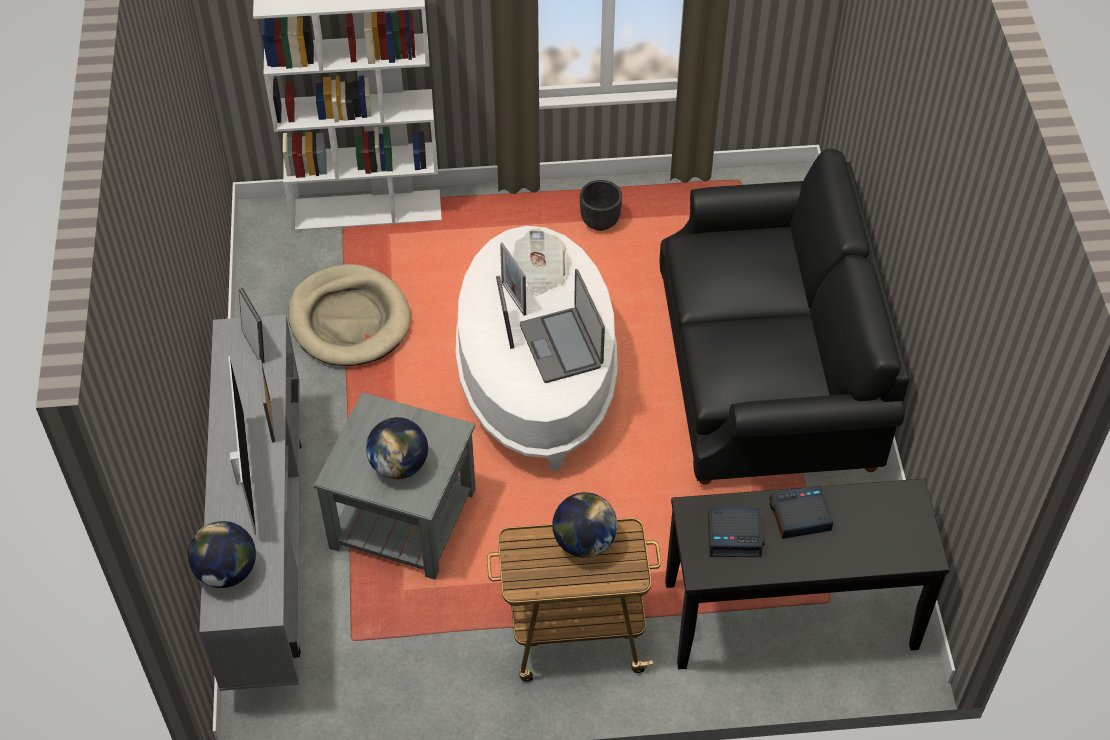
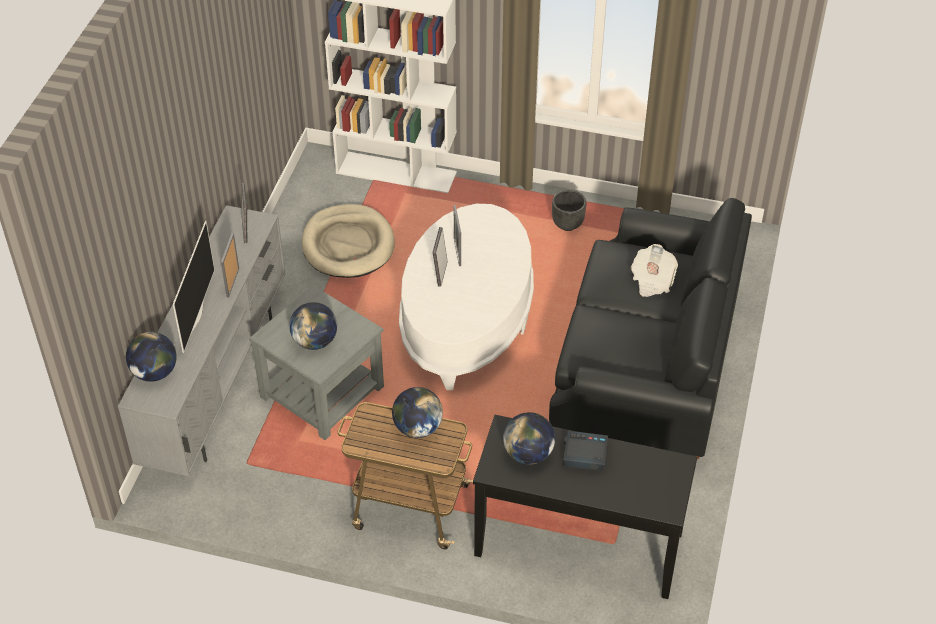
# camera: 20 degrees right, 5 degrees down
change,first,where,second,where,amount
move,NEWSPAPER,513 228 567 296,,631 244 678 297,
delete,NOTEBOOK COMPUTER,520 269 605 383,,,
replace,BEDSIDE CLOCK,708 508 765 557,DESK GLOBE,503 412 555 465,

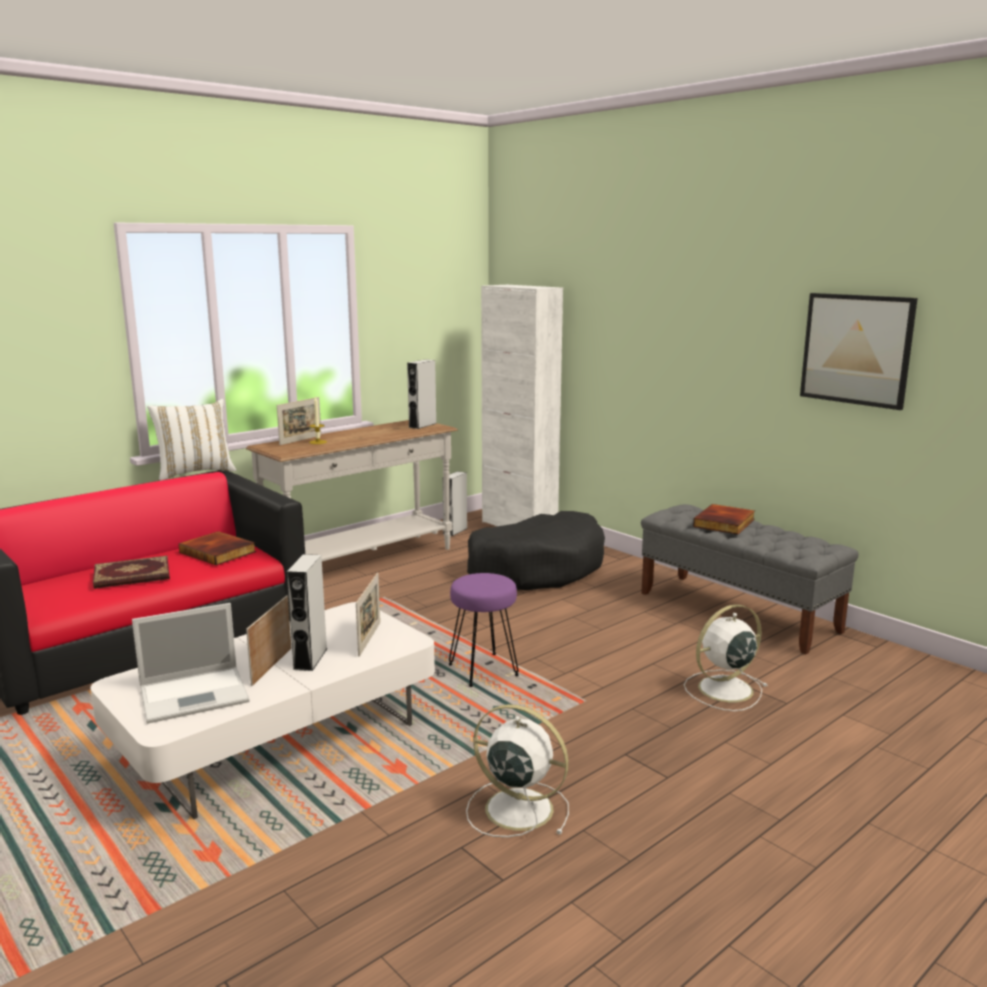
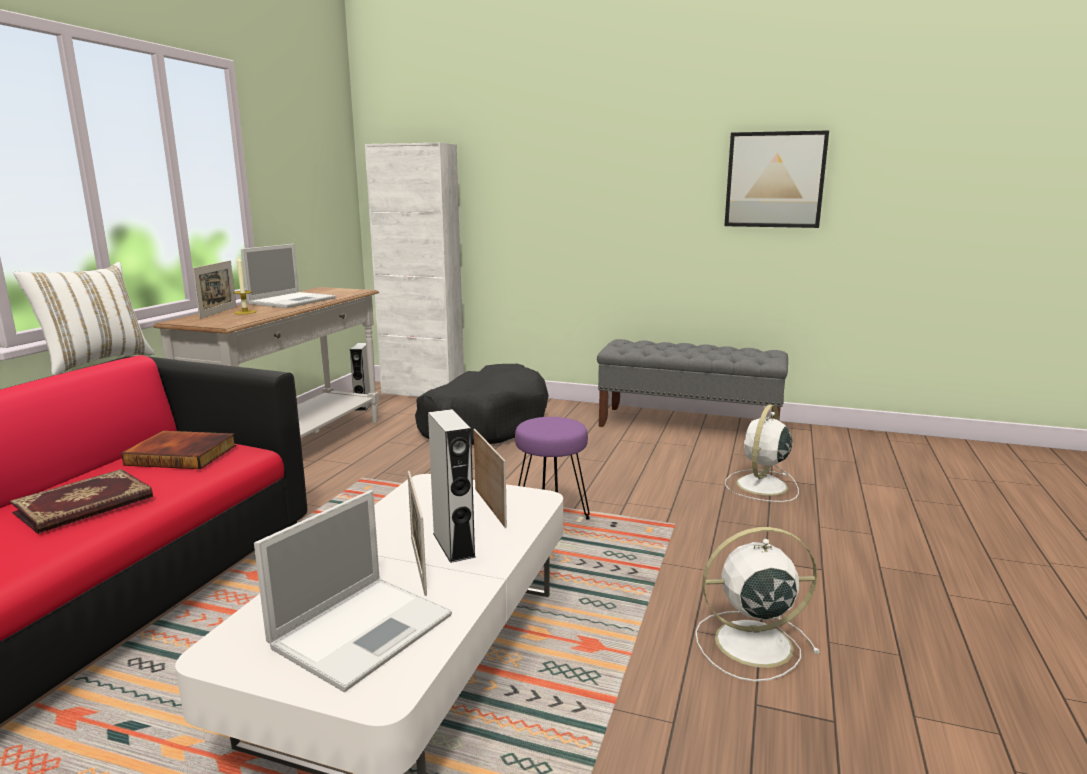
# camera: 30 degrees left, 0 degrees up
change,first,where,second,where,amount
delete,GREYISH LOUDSPEAKER,407 359 437 429,,,
delete,VOLUME,693 504 755 534,,,
insert,,,NOTEBOOK COMPUTER,241 244 336 308,

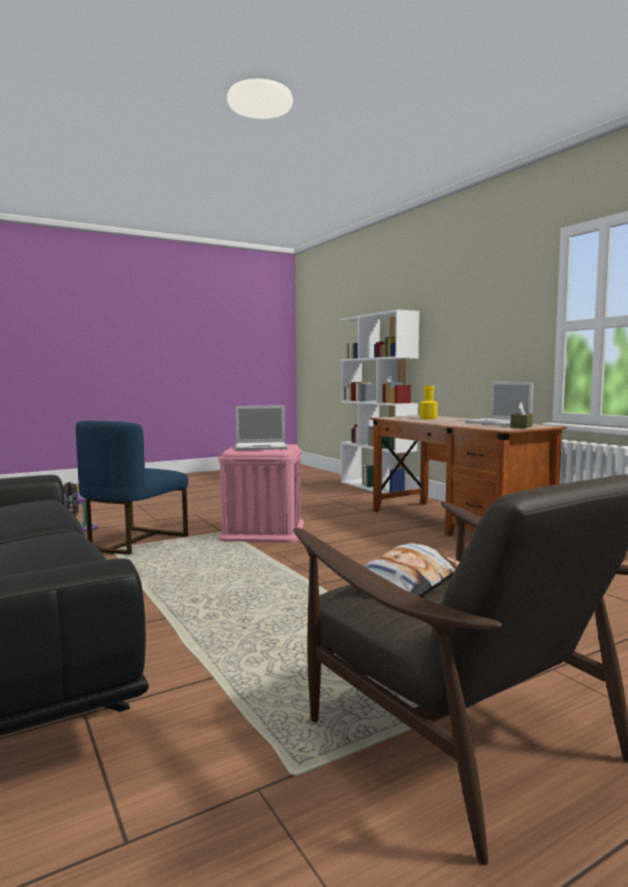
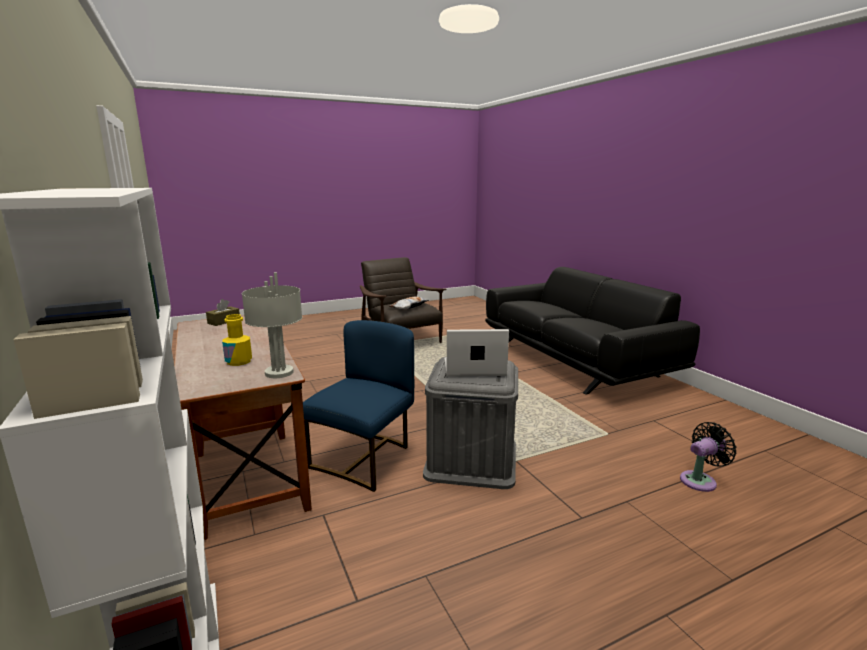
# camera: 175 degrees left, 10 degrees up
change,first,where,second,where,amount
delete,NOTEBOOK COMPUTER,464 382 533 426,,,
move,BLUE CHAIR,76 421 188 555,,303 320 414 492,
recolor,PINK-COLOURED STORAGE CONTAINER,218 444 304 543,GREYISH STORAGE CONTAINER,423 357 518 489,
insert,,,GREYISH LAMP FOR A TABLE,242 272 302 378,

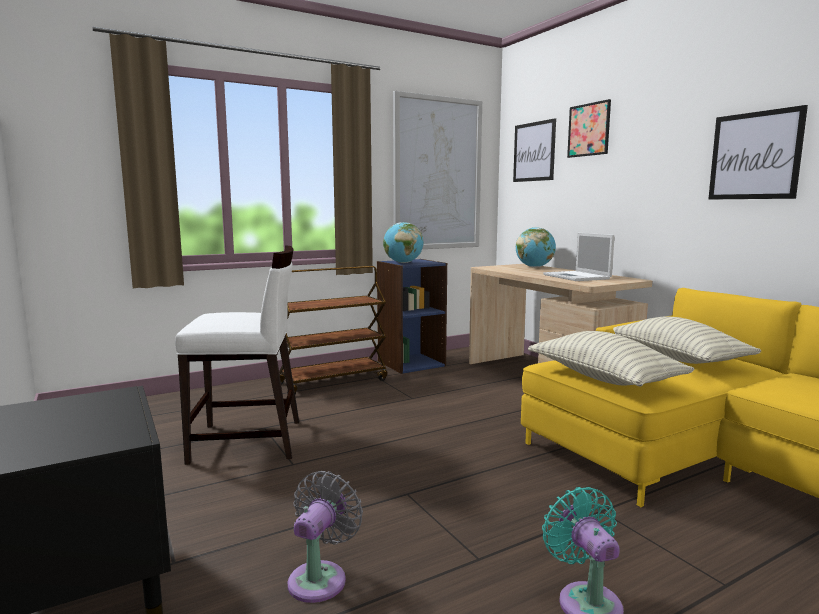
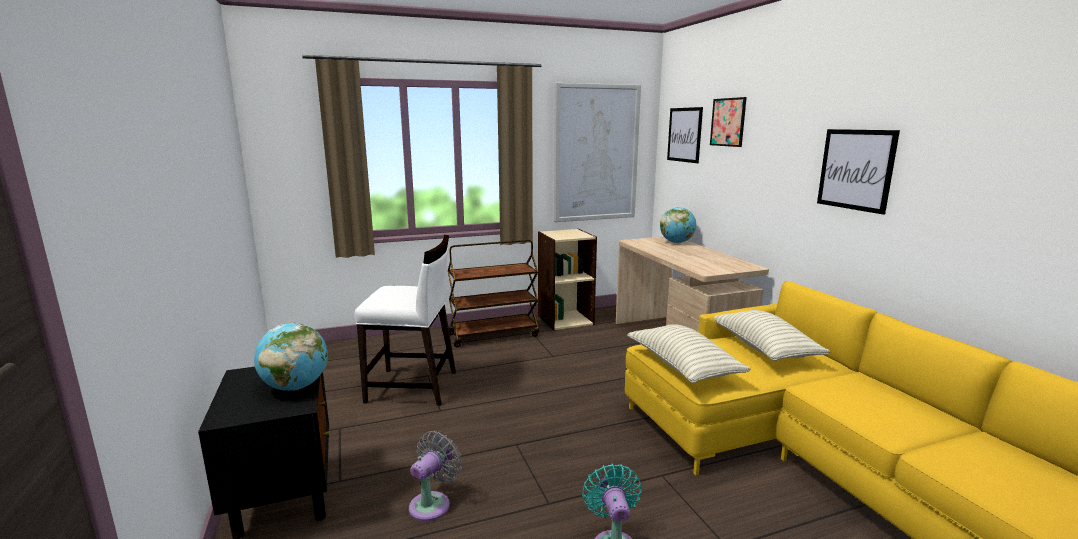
# camera: 10 degrees right, 5 degrees up
change,first,where,second,where,amount
move,DESK GLOBE,383 222 424 263,,254 323 328 391,
delete,NOTEBOOK COMPUTER,543 233 615 281,,,
recolor,BLUE BOOKCASE,377 259 447 374,SAND-COLOURED BOOKCASE,538 229 597 330,

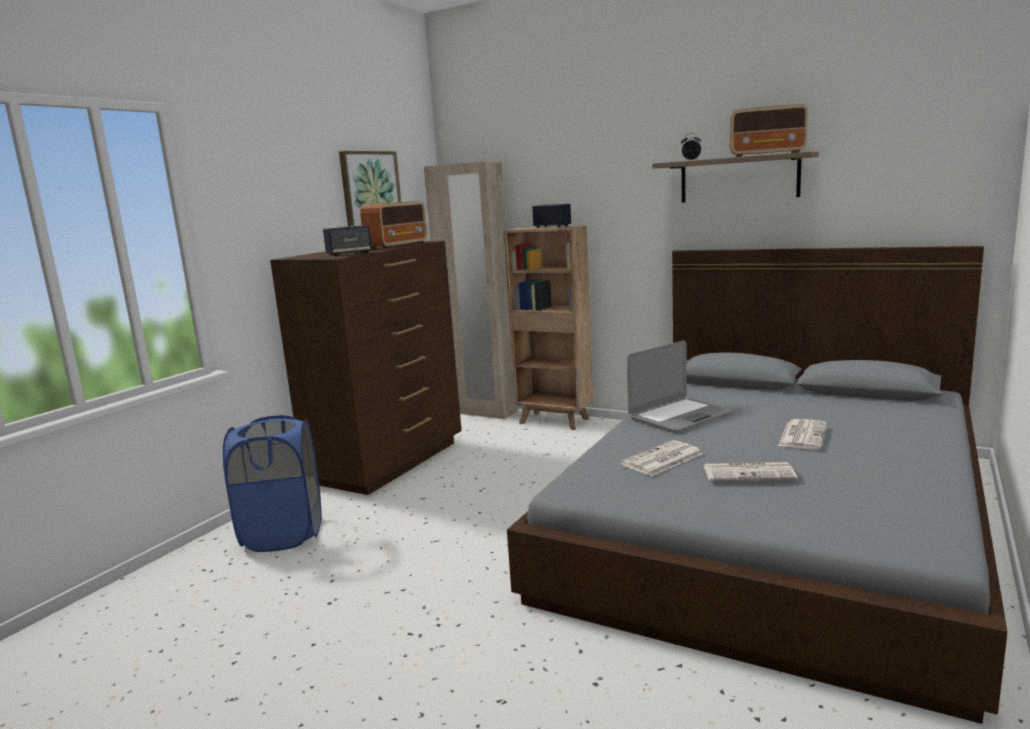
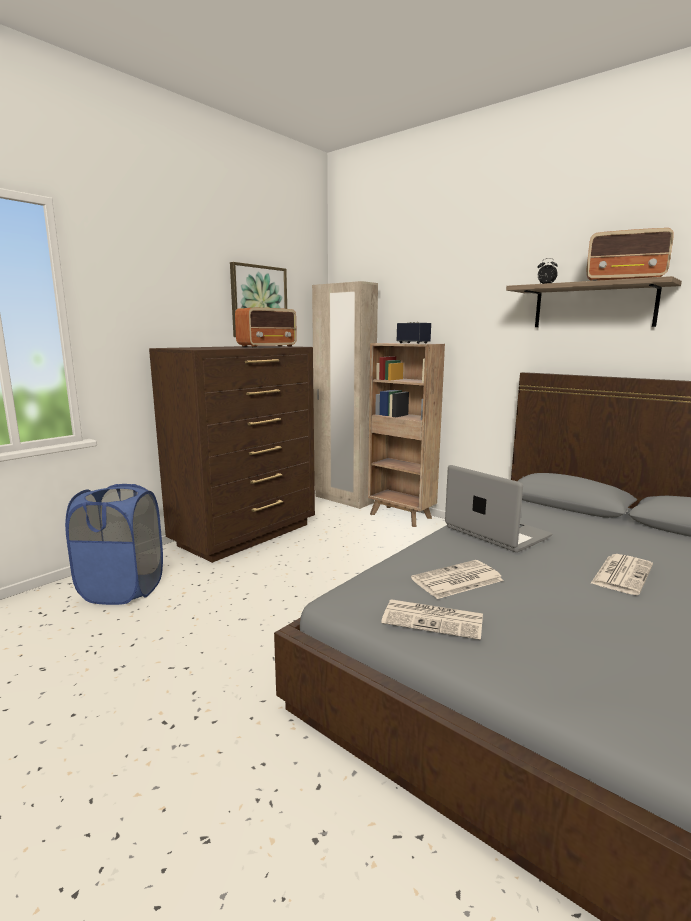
# camera: 10 degrees right, 0 degrees up
change,first,where,second,where,amount
delete,LOUDSPEAKER,323 225 372 256,,,
rotate,NOTEBOOK COMPUTER,627 341 733 432,,445 465 552 552,105 degrees counterclockwise
move,NEWSPAPER,704 462 797 481,,381 599 483 640,

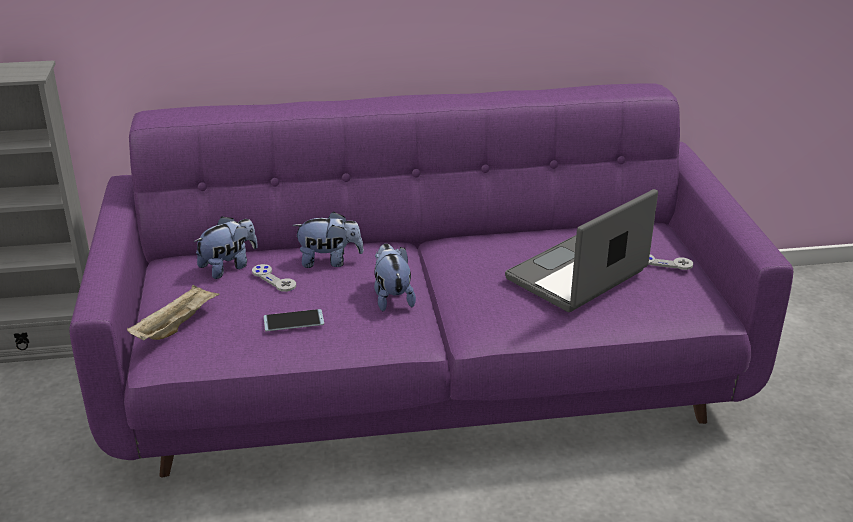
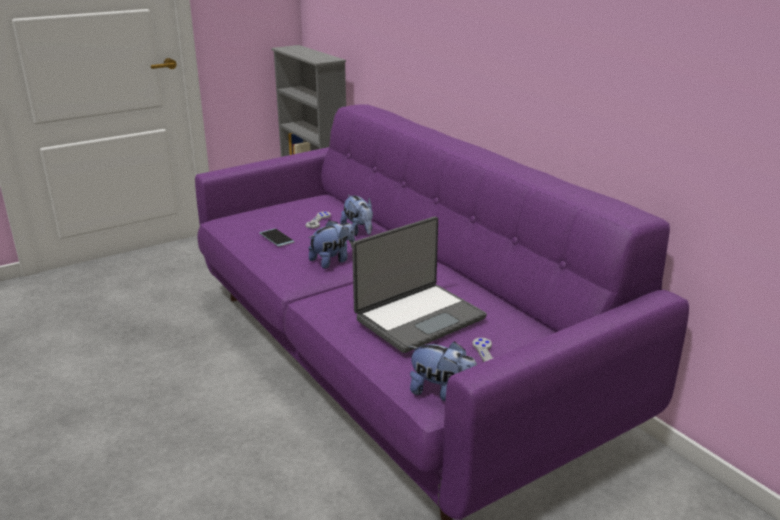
# camera: 65 degrees right, 5 degrees down
change,first,where,second,where,amount
rotate,NOTEBOOK COMPUTER,505 189 658 312,,352 216 487 353,120 degrees clockwise
move,SOFT TOY,194 216 258 279,,408 341 477 401,
delete,SAND-COLOURED SERVING TRAY,127 285 219 340,,,

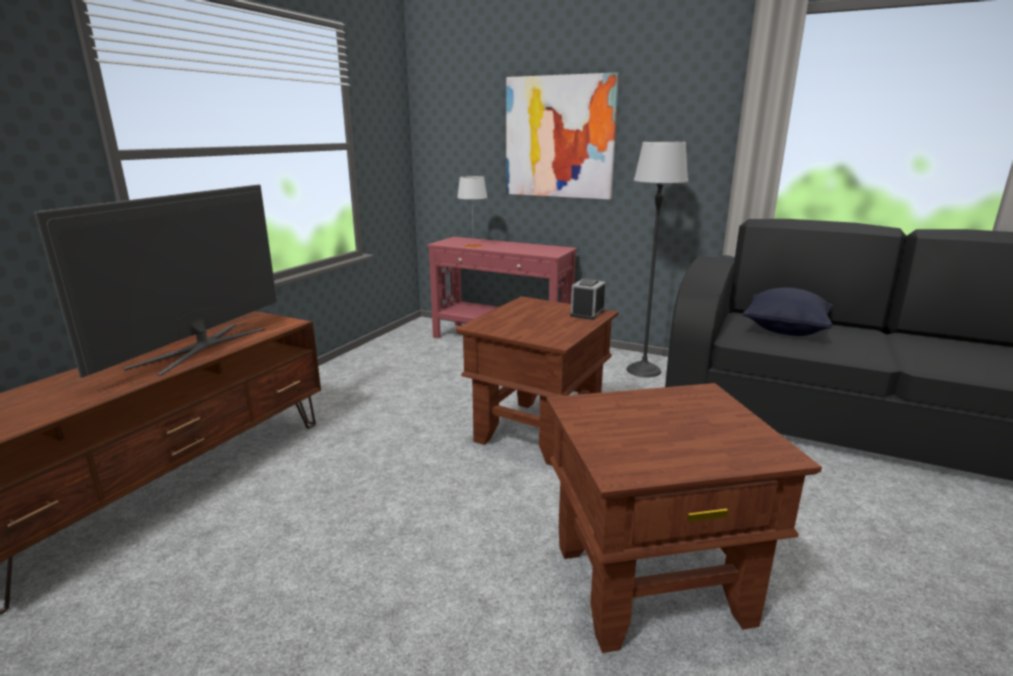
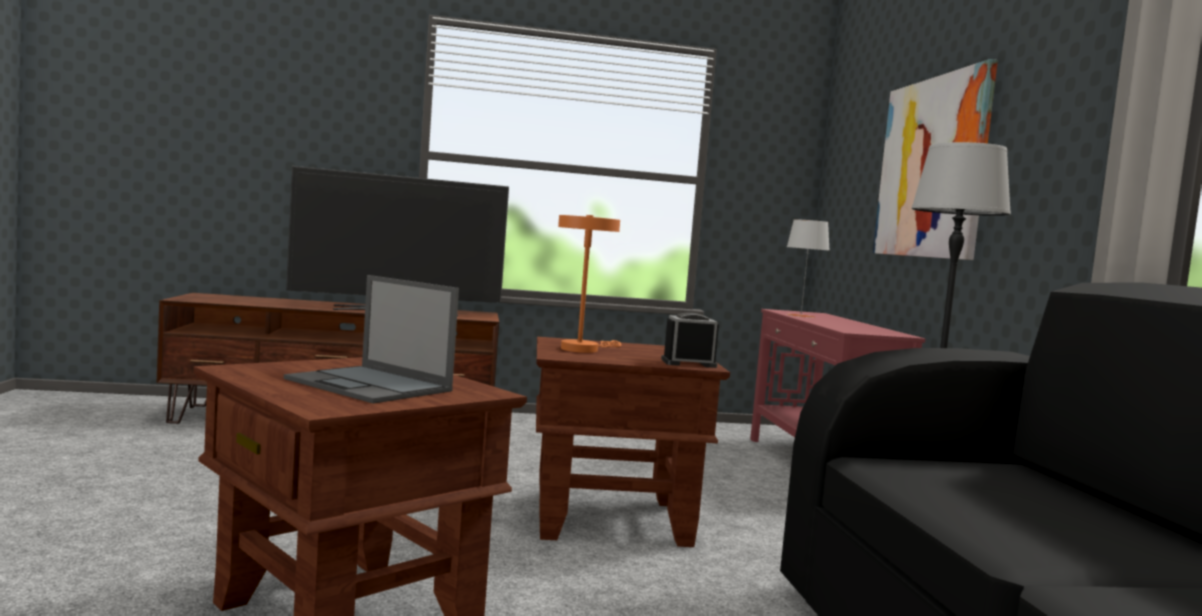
# camera: 55 degrees right, 15 degrees down
change,first,where,second,where,amount
delete,BLACK PILLOW,743 288 833 336,,,
insert,,,ORANGE-COLOURED LAMP FOR A TABLE,558 215 621 353,
insert,,,NOTEBOOK COMPUTER,284 275 459 404,

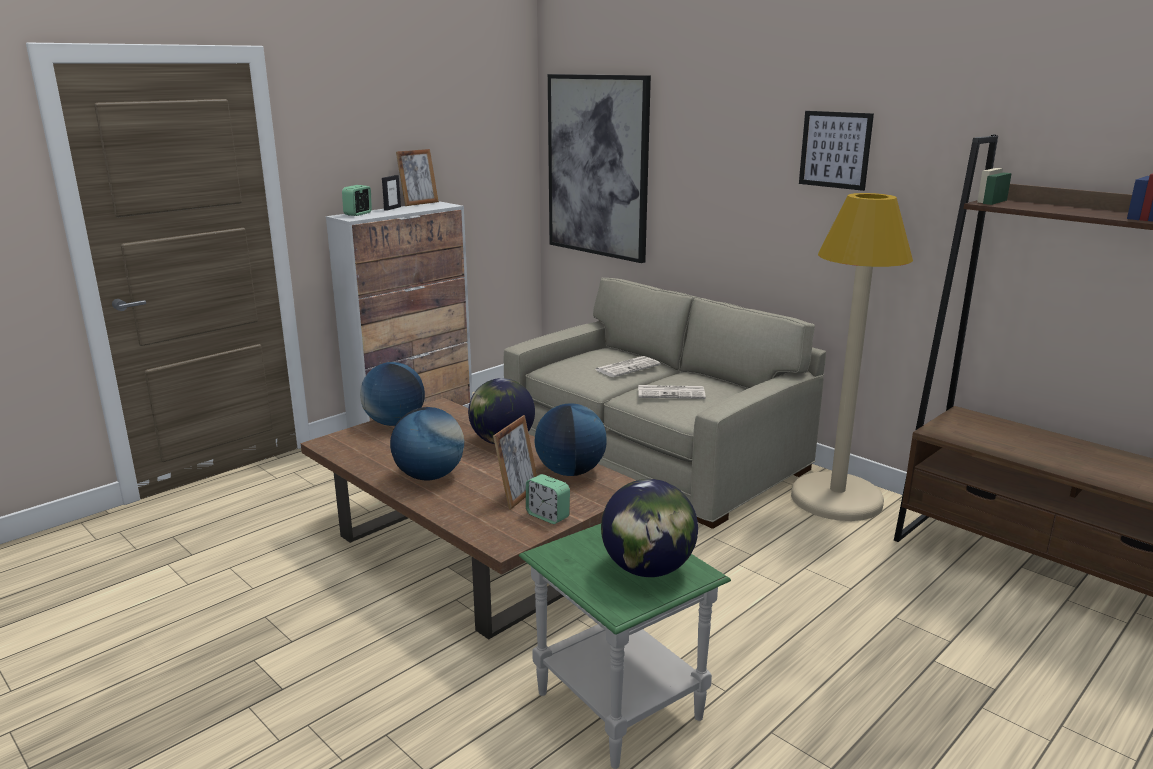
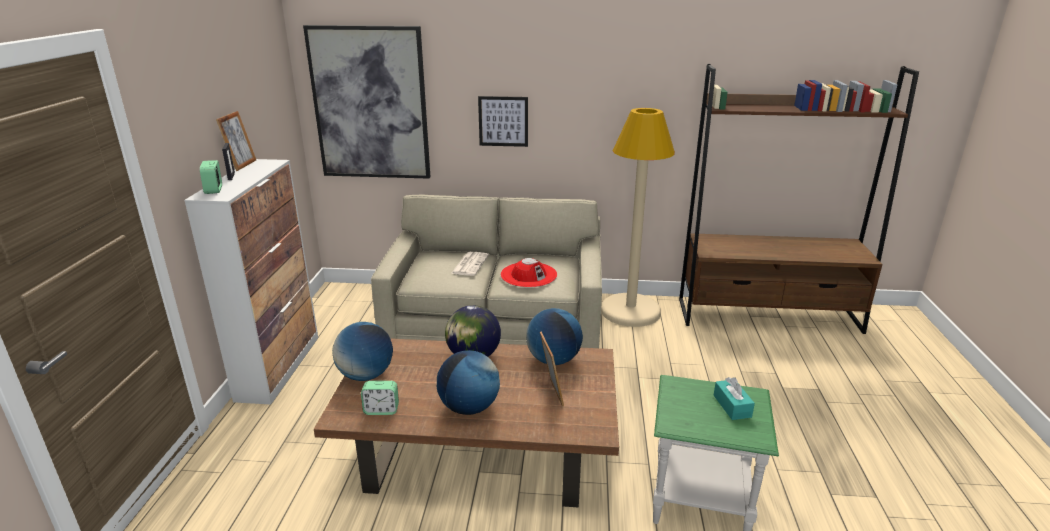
# camera: 40 degrees left, 5 degrees up
change,first,where,second,where,amount
move,WALL PICTURE,799 111 874 191,,478 96 528 147,
replace,NEWSPAPER,638 385 706 399,RED-COLOURED HAT,500 258 557 287,
move,BEDSIDE CLOCK,526 474 570 524,,361 381 399 415,
replace,DESK GLOBE,601 479 698 577,TURQUOISE-COLOURED BOX OF TISSUES,714 377 755 420,

